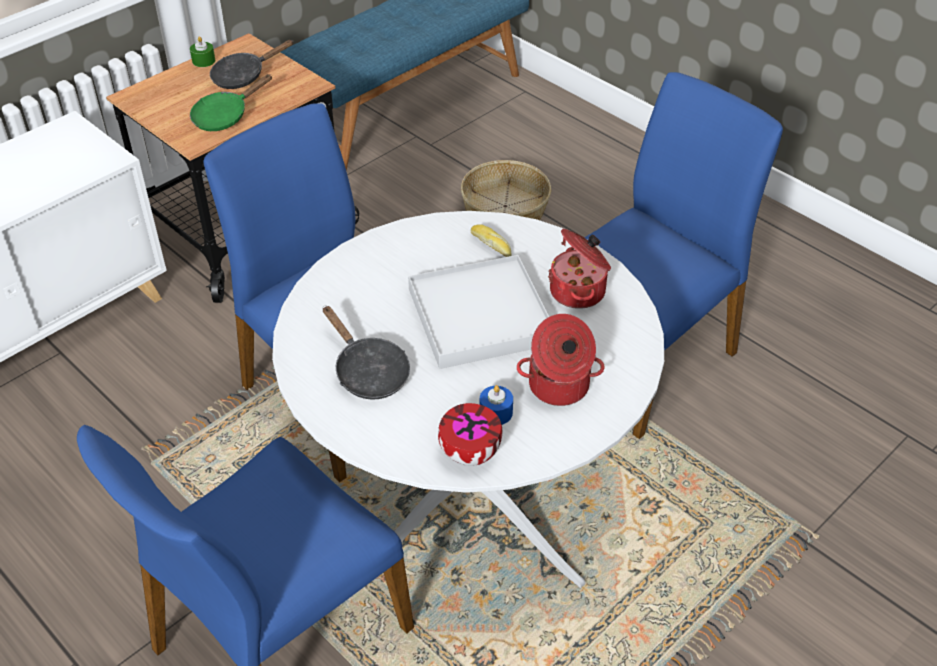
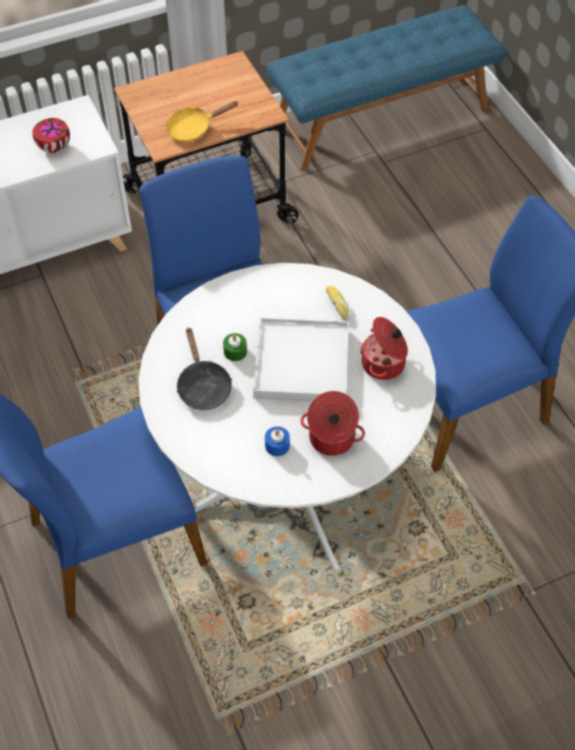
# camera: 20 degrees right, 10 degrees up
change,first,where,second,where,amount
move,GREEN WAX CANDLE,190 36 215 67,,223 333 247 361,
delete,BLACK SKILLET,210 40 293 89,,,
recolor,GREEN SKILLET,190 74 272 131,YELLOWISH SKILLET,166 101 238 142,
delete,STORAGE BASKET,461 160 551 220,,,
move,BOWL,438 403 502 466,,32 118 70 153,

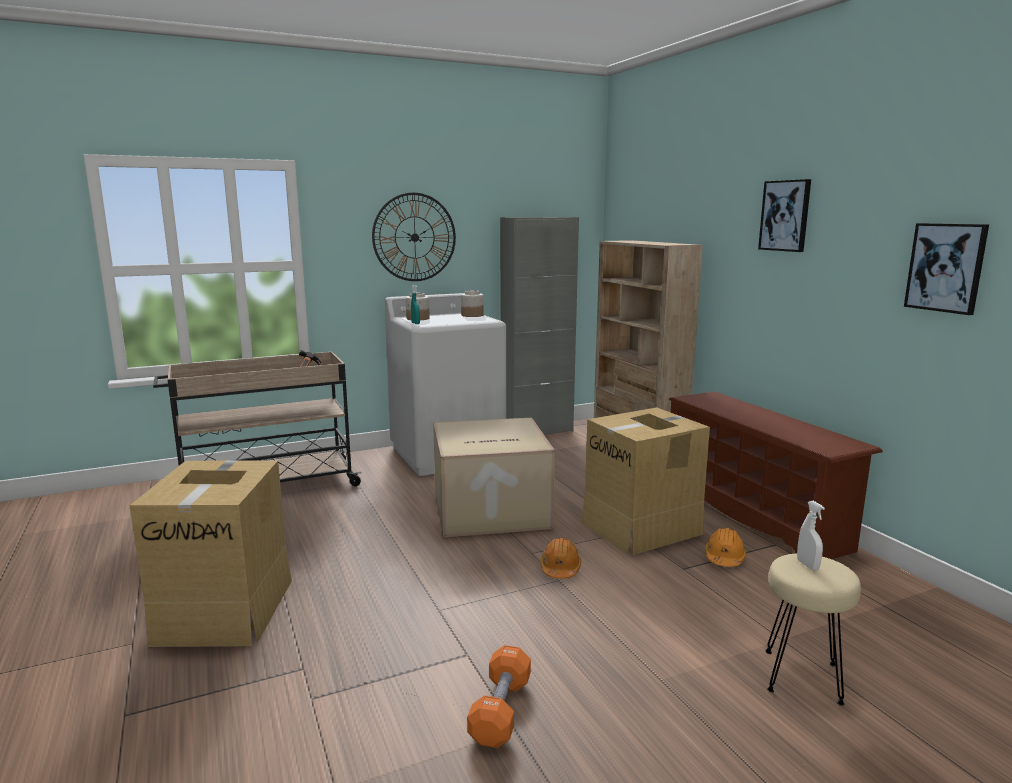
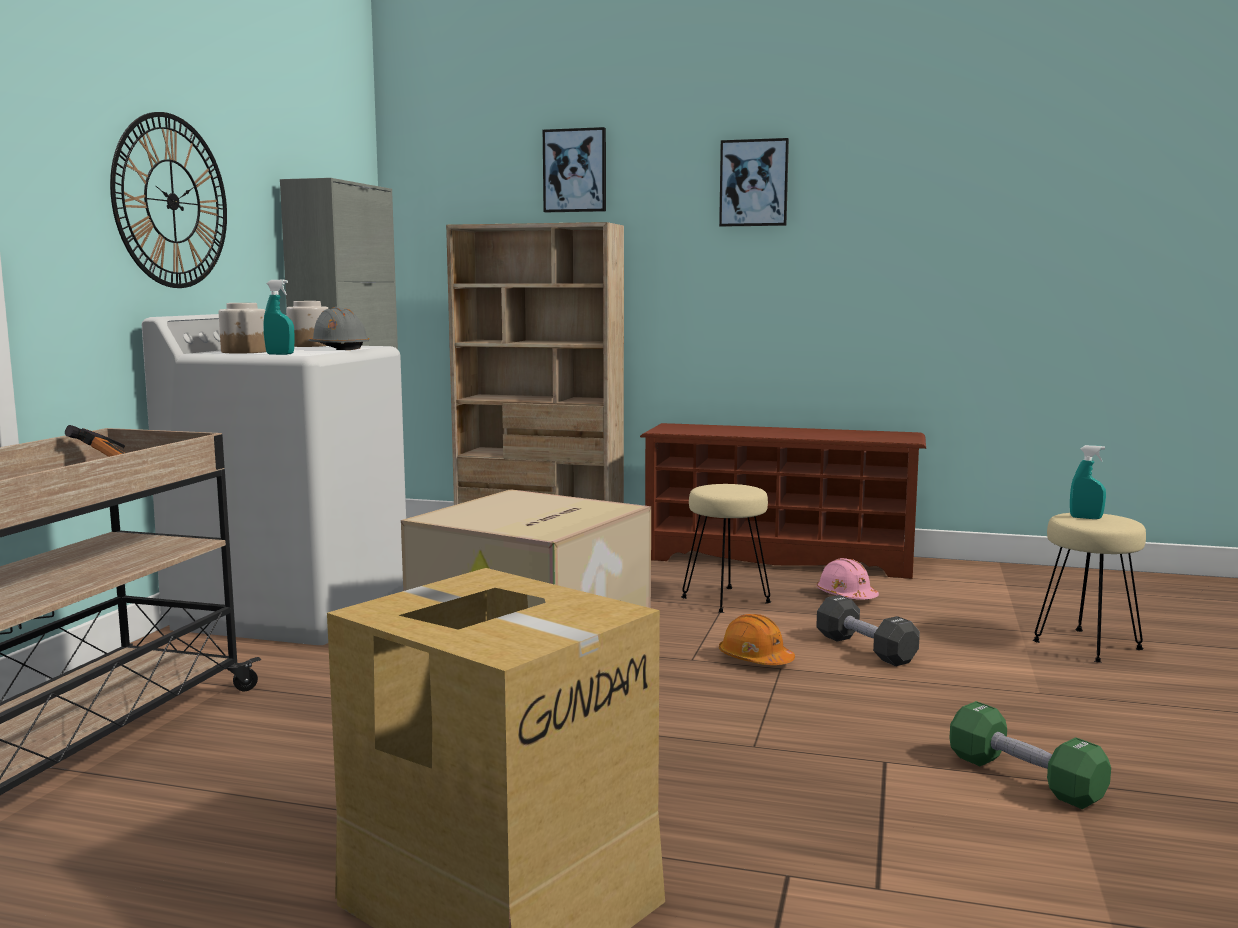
# camera: 50 degrees left, 5 degrees down
change,first,where,second,where,amount
move,WALL PICTURE,904 223 989 315,,543 127 606 212,
replace,PACKING BOX,581 408 710 555,SAND-COLOURED SITTING STOOL,681 484 771 613,
recolor,WHITE-COLOURED HAND SPRAYER,797 501 825 570,TURQUOISE-COLOURED HAND SPRAYER,1070 445 1106 519,
recolor,ORANGE-COLOURED WORK HELMET,705 528 746 567,PINK-COLOURED WORK HELMET,817 558 879 600,
recolor,ORANGE-COLOURED HAND WEIGHT,467 645 531 748,GREEN HAND WEIGHT,949 701 1111 809,
insert,,,GREYISH WORK HELMET,308 307 369 350,
insert,,,BLACK HAND WEIGHT,816 595 920 666,

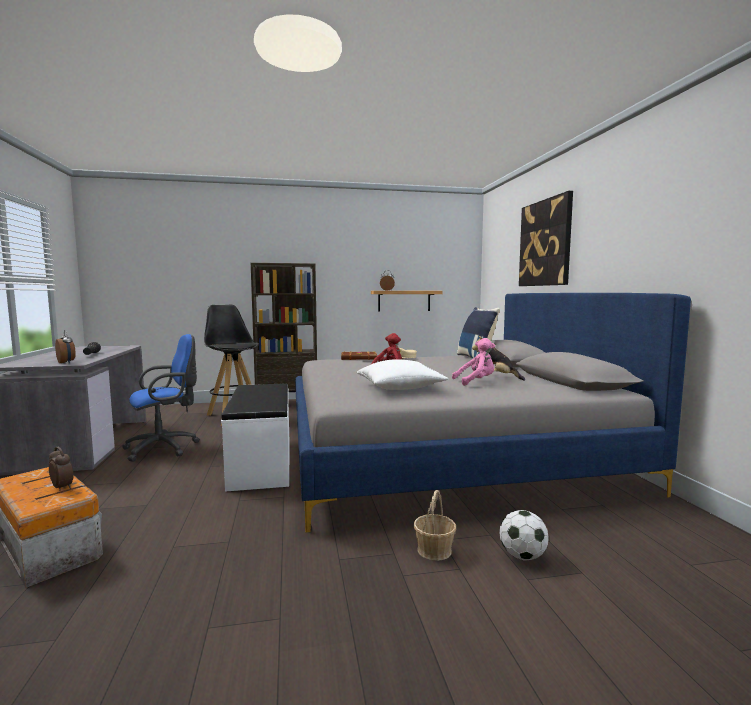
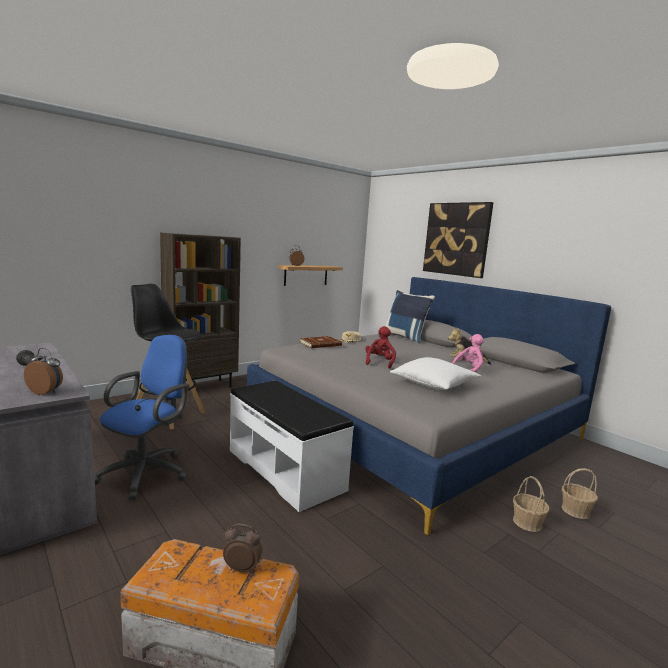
# camera: 30 degrees left, 5 degrees up
change,first,where,second,where,amount
replace,FOOTBALL,499 510 548 561,STORAGE BASKET,562 468 598 519,

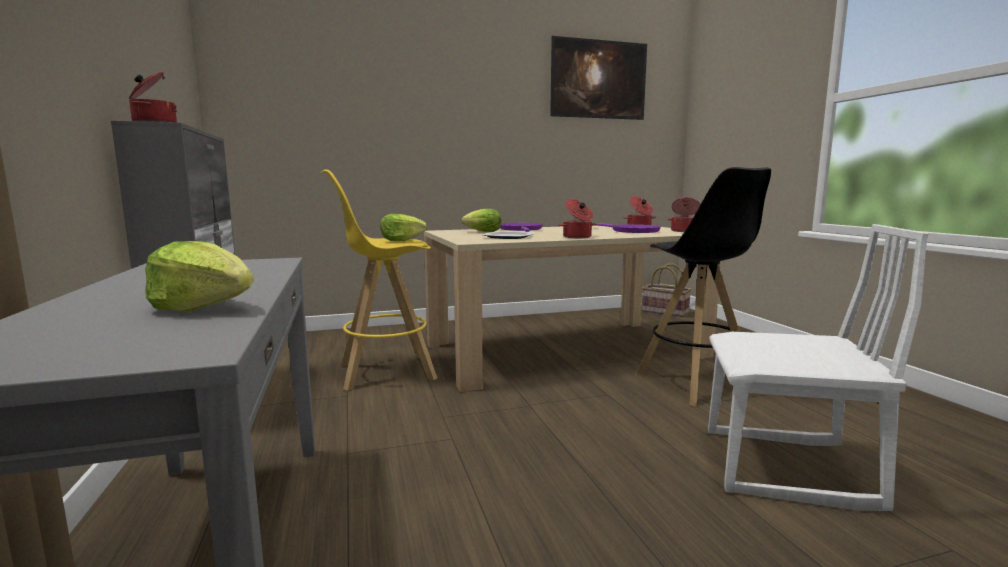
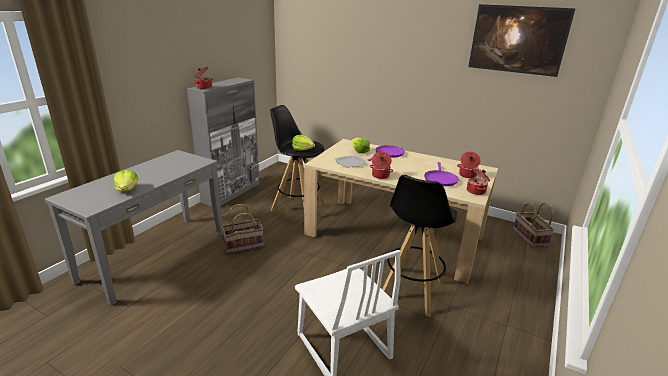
# camera: 45 degrees right, 15 degrees up
change,first,where,second,where,amount
recolor,YELLOWISH SITTING STOOL,321 170 437 391,BLACK SITTING STOOL,270 105 326 212,
insert,,,STORAGE BASKET,221 204 264 254,

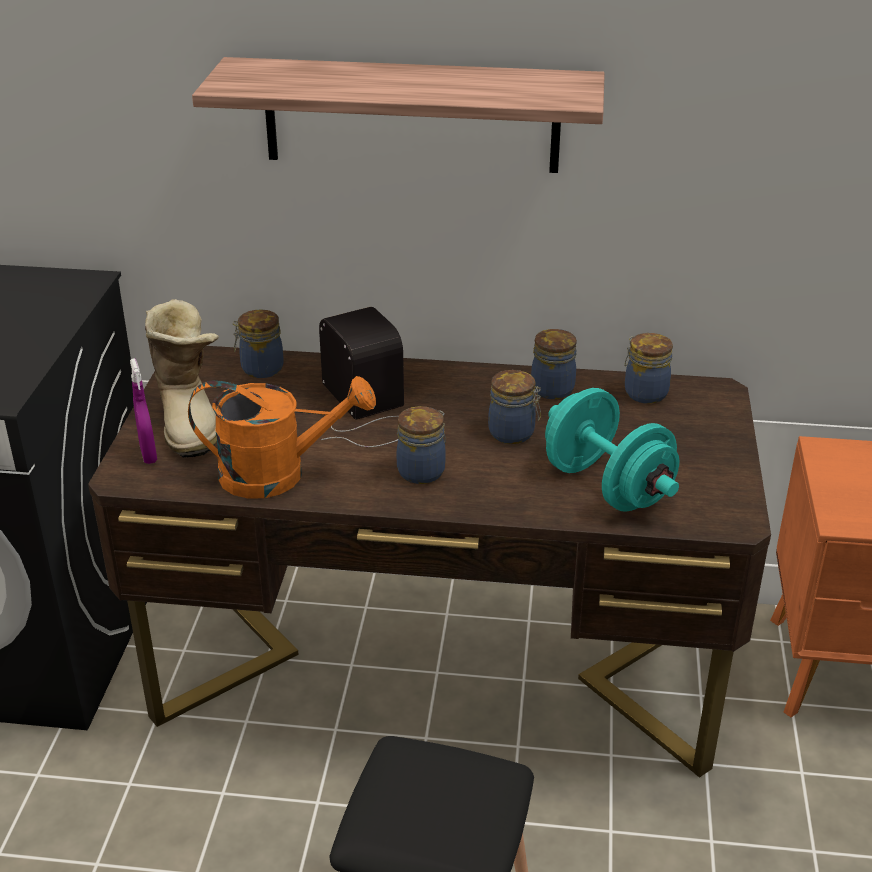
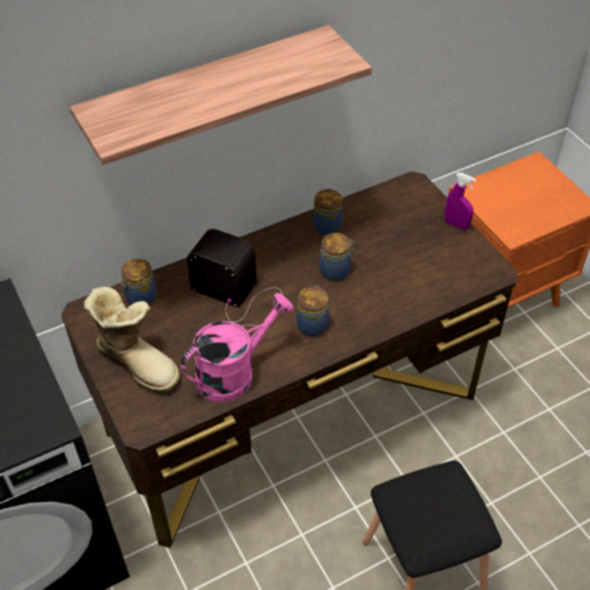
# camera: 35 degrees left, 15 degrees up
change,first,where,second,where,amount
delete,PRESERVE JAR,625 333 673 404,,,
move,PURPLE HAND SPRAYER,130 358 157 464,,445 173 476 230,
recolor,ORANGE-COLOURED SPRINKLING CAN,188 376 376 499,PINK-COLOURED SPRINKLING CAN,181 293 294 402,
delete,TURQUOISE-COLOURED HAND WEIGHT,545 388 679 512,,,

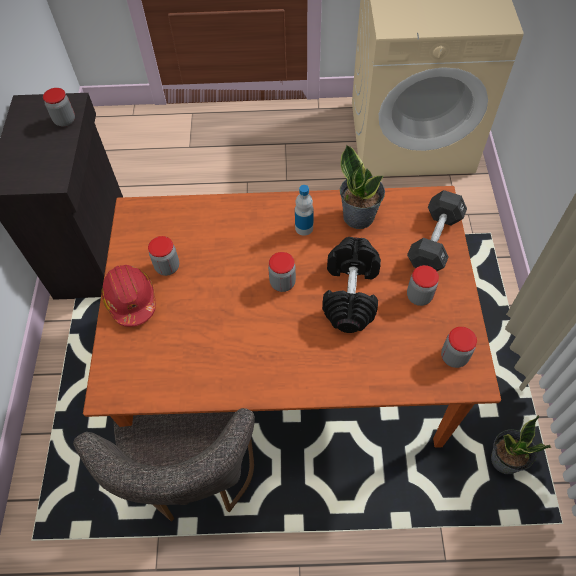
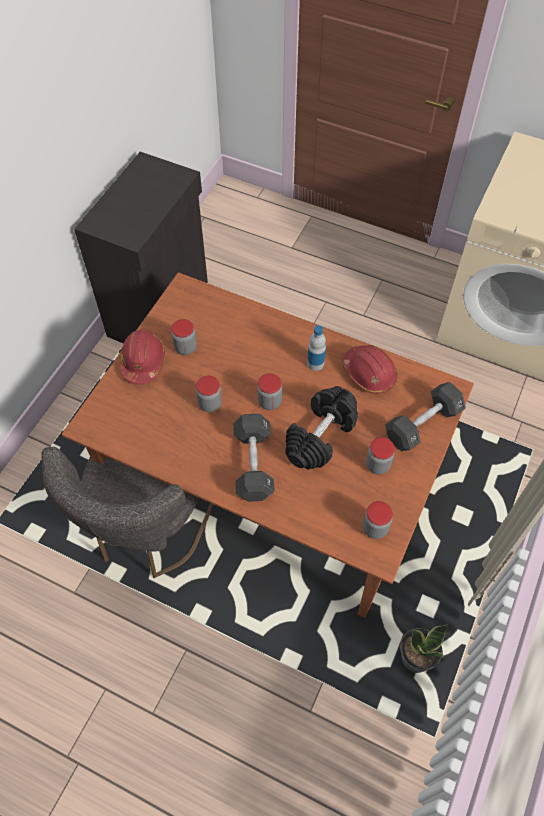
# camera: 25 degrees right, 0 degrees up
change,first,where,second,where,amount
move,PRESERVE JAR,43 88 75 126,,196 376 222 412,
replace,HOUSEPLANT,340 145 385 229,RED-COLOURED WORK HELMET,342 345 398 394,
insert,,,BLACK HAND WEIGHT,233 414 275 502,

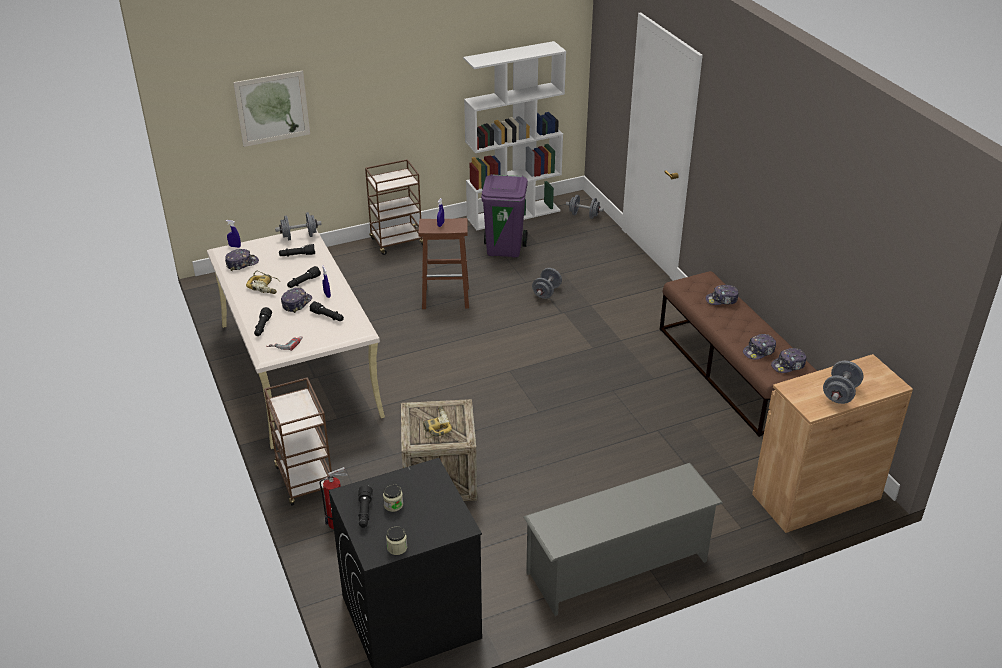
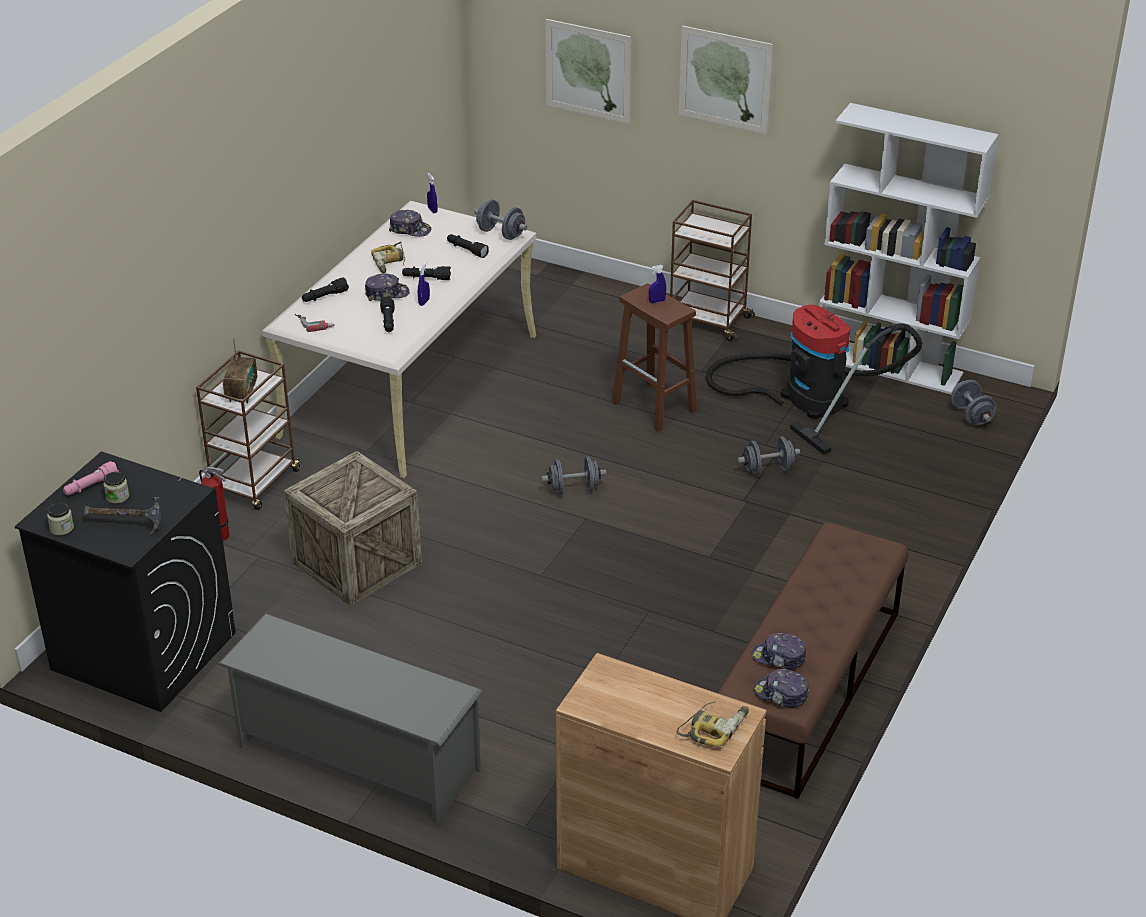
# camera: 50 degrees right, 0 degrees up
change,first,where,second,where,amount
replace,PURPLE TRASH CAN,481 174 528 258,VACUUM CLEANER,706 305 922 455,
delete,BASEBALL CAP,706 285 739 305,,,
move,GREYISH HAND WEIGHT,823 361 864 404,,541 456 606 495,
move,ELECTRIC DRILL,422 406 452 439,,677 701 749 747,
recolor,BLACK FLASHLIGHT,358 485 373 528,PINK-COLOURED FLASHLIGHT,63 461 119 495,
insert,,,WALL PICTURE,679 26 774 134,
insert,,,RADIO SET,223 338 257 403,
insert,,,TOOL HAMMER,84 497 161 535,

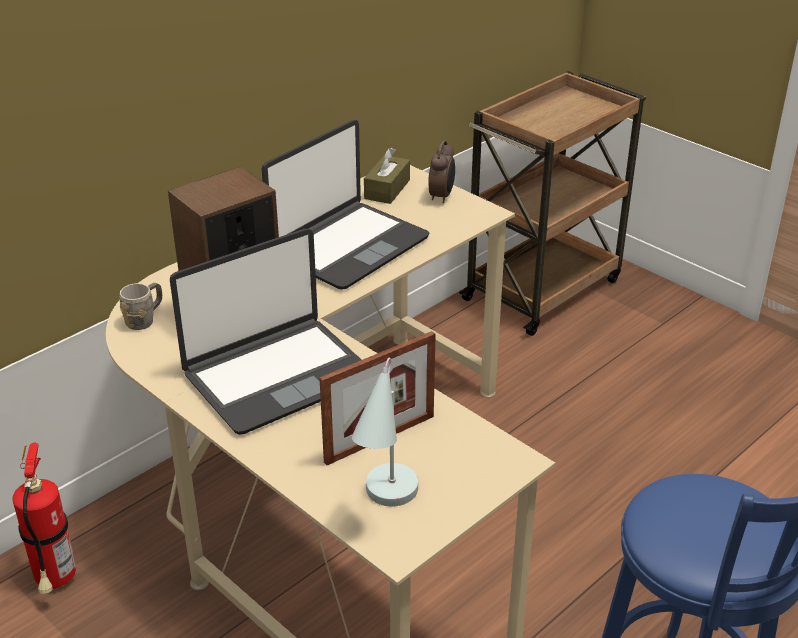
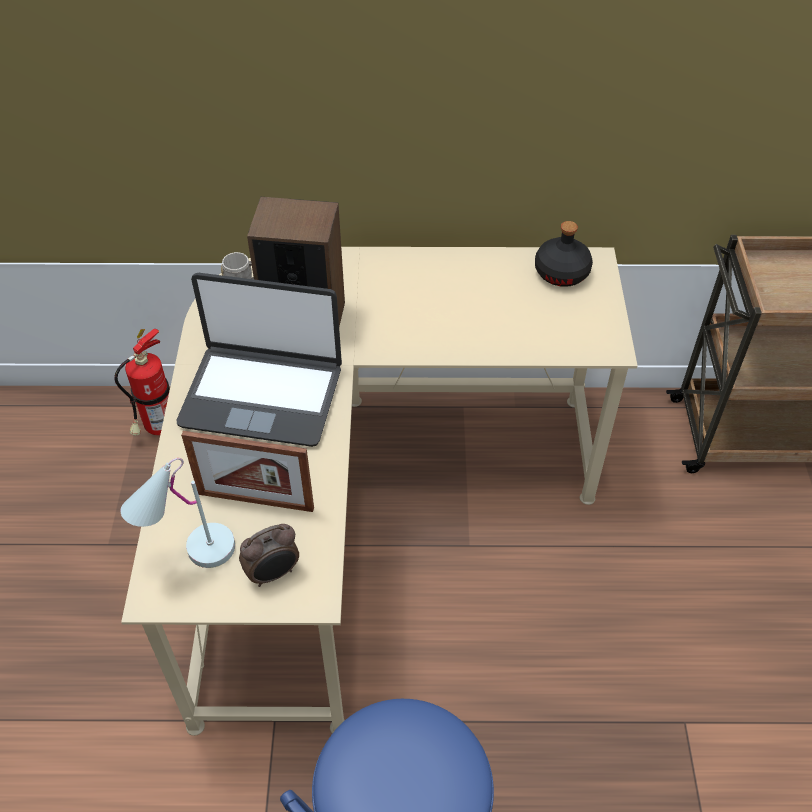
# camera: 45 degrees right, 15 degrees up
change,first,where,second,where,amount
delete,NOTEBOOK COMPUTER,262 120 429 289,,,
move,BEDSIDE CLOCK,428 140 455 203,,239 524 299 587,
replace,BROWN BOX OF TISSUES,364 147 410 204,BLACK BOTTLE,535 221 593 287,

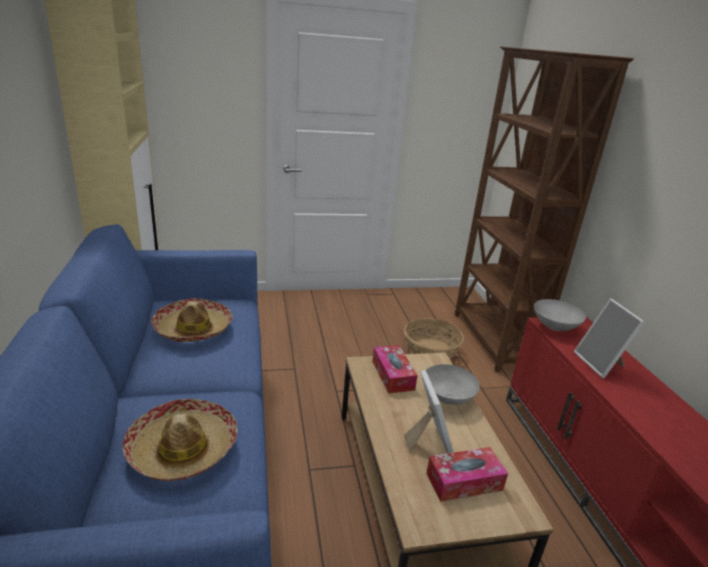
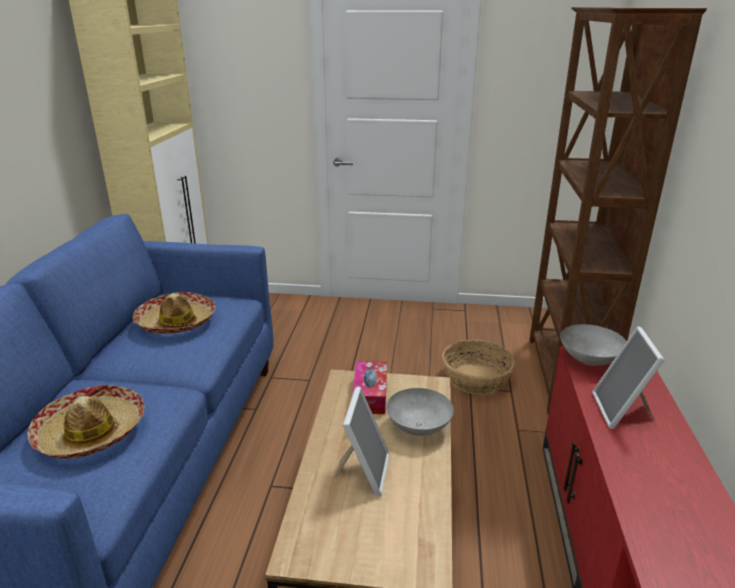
# camera: 20 degrees right, 0 degrees up
change,first,where,second,where,amount
delete,BOX OF TISSUES,426 447 508 502,,,

